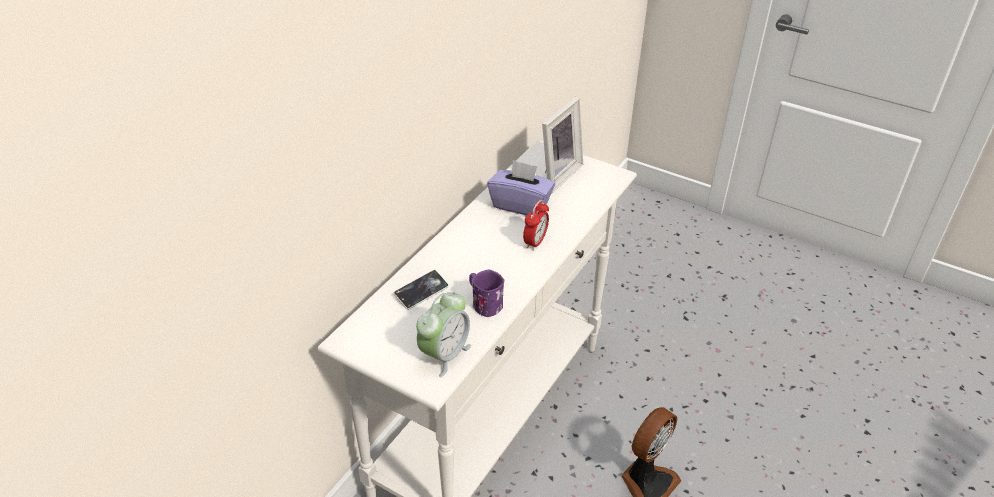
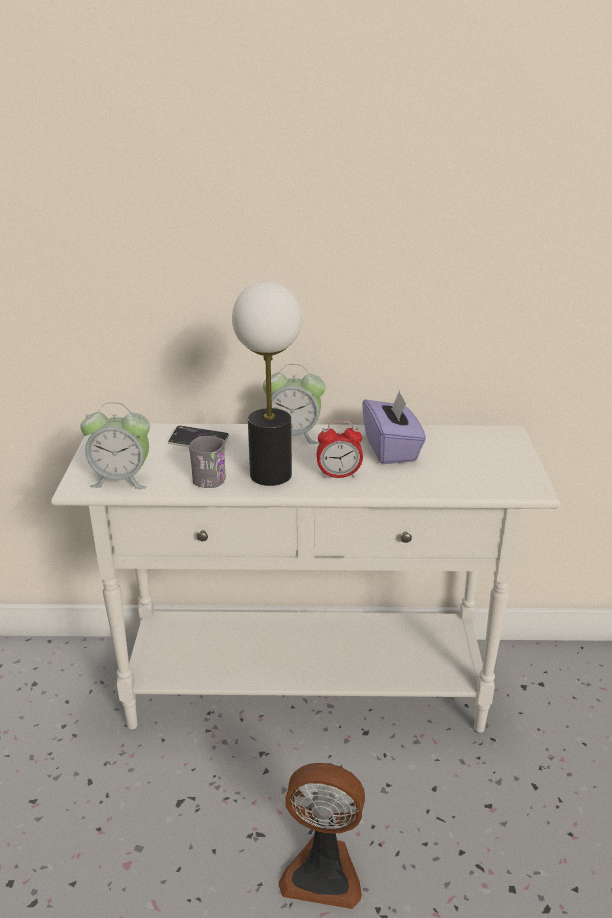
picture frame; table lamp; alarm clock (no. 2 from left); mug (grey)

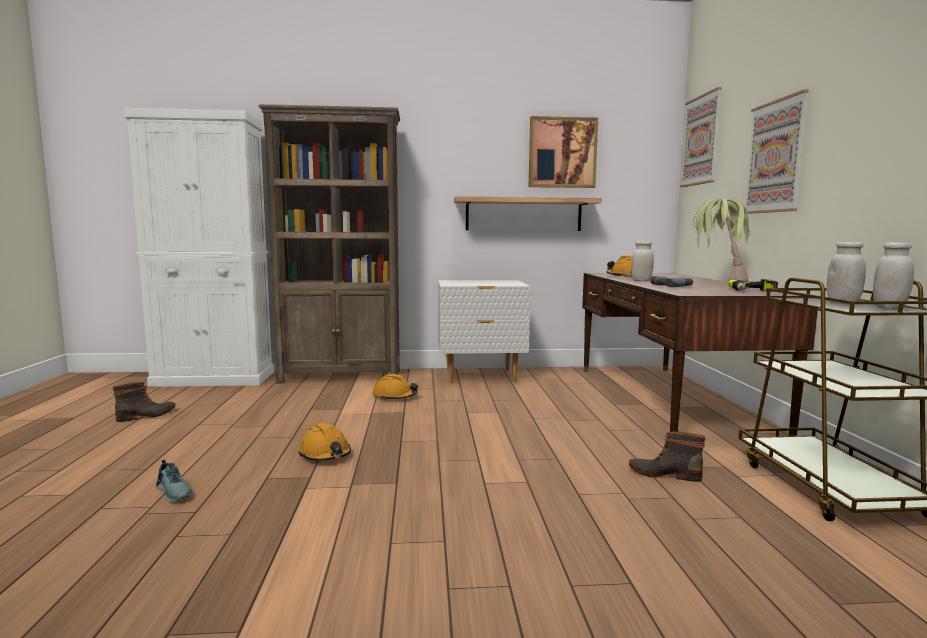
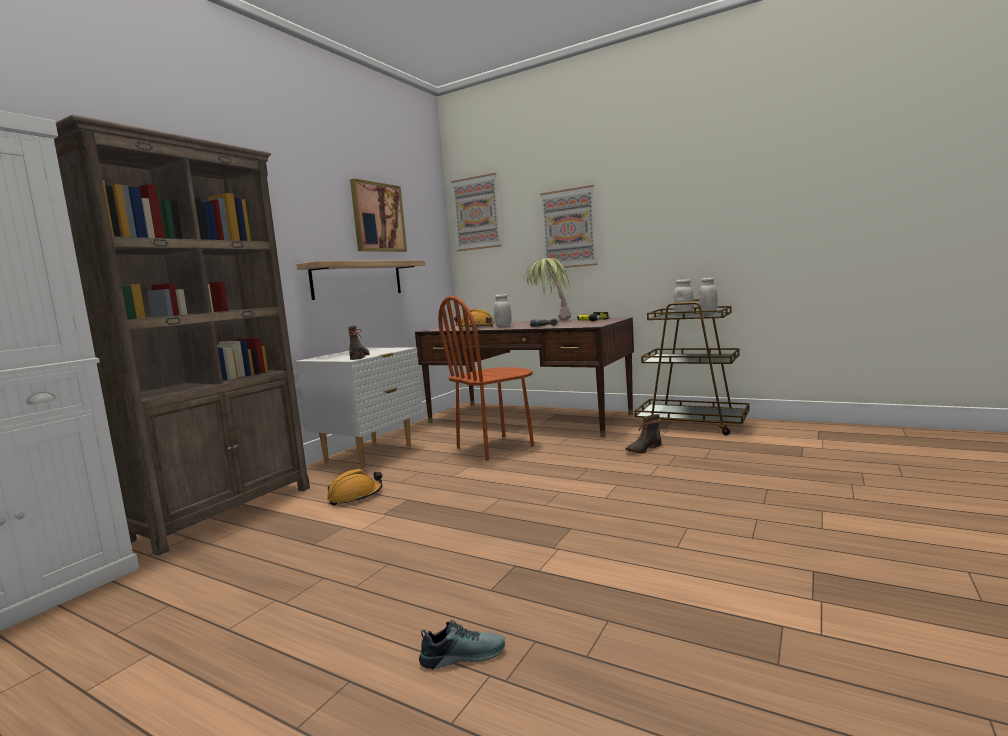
hard hat (orange) (no. 1 from left in the first image); chair (brown); boot (no. 1 from left)

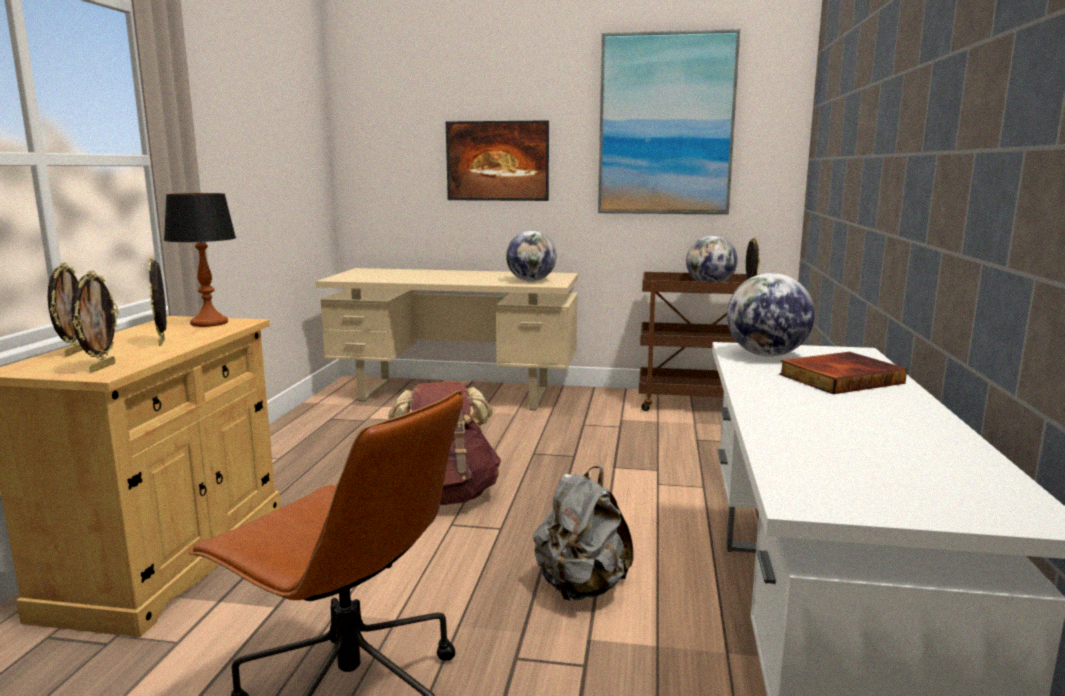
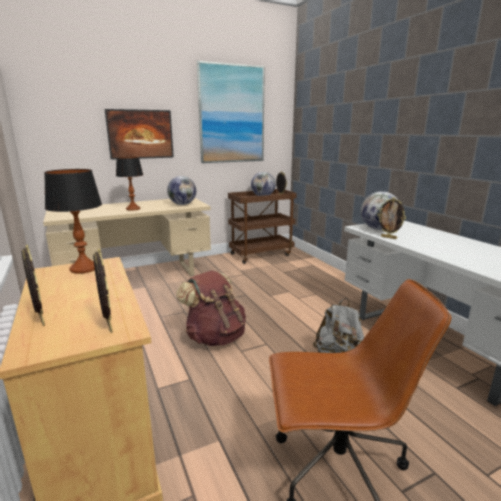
book; table lamp (no. 2 from left); picture frame (no. 4 from left)

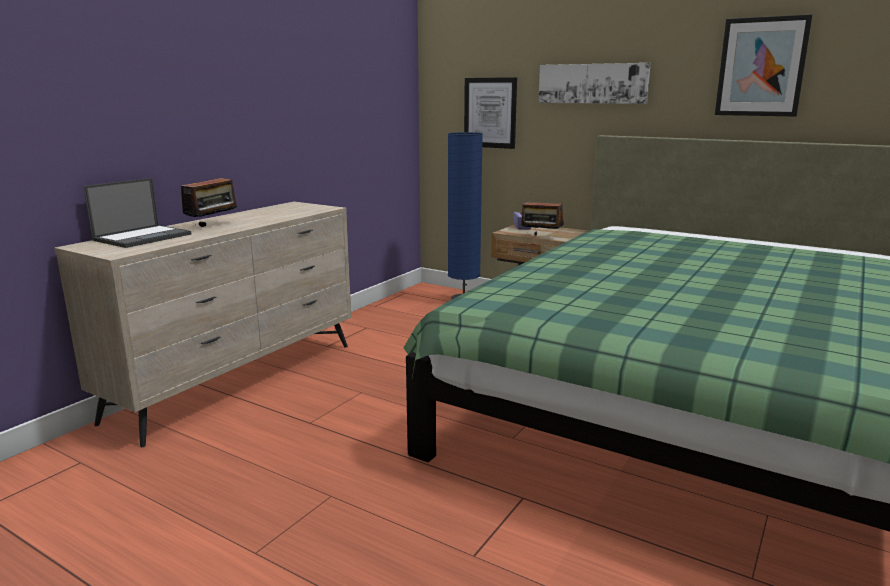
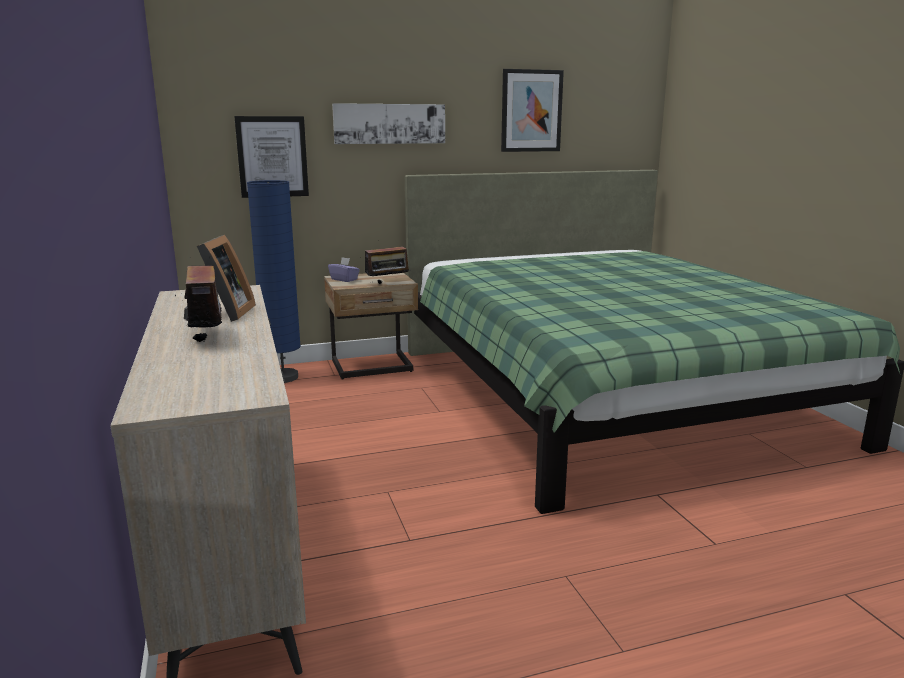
laptop; picture frame

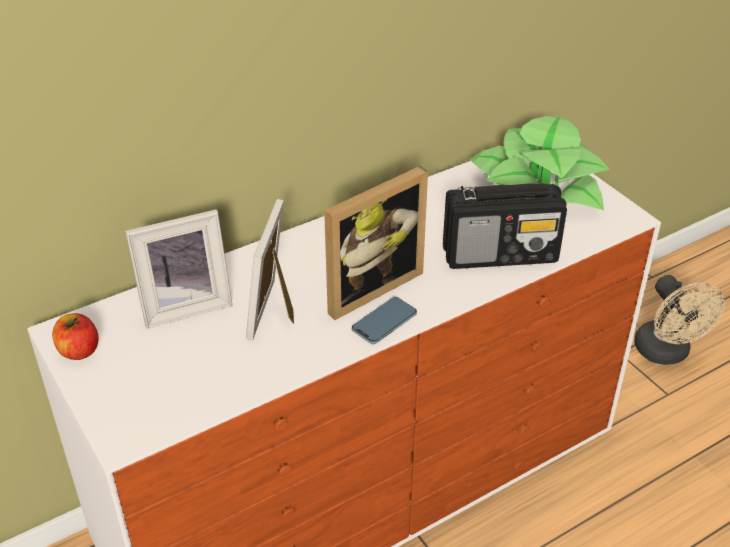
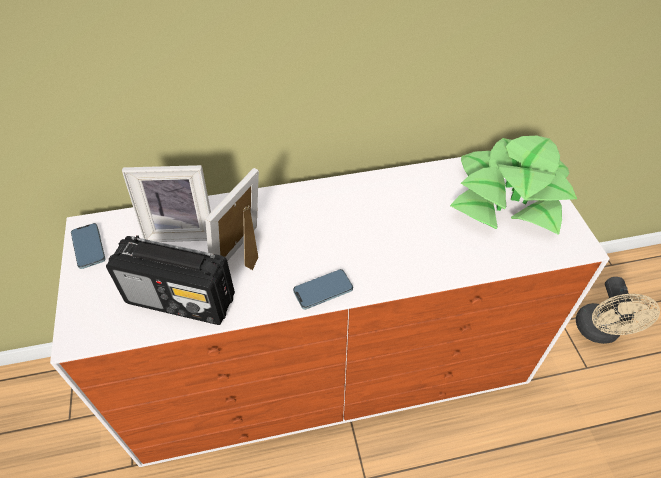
picture frame (no. 3 from left in the first image); radio; phone (no. 1 from left)

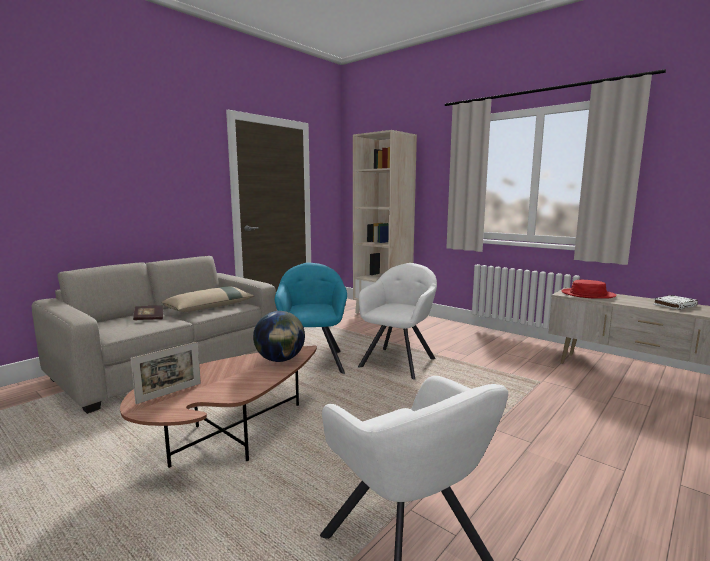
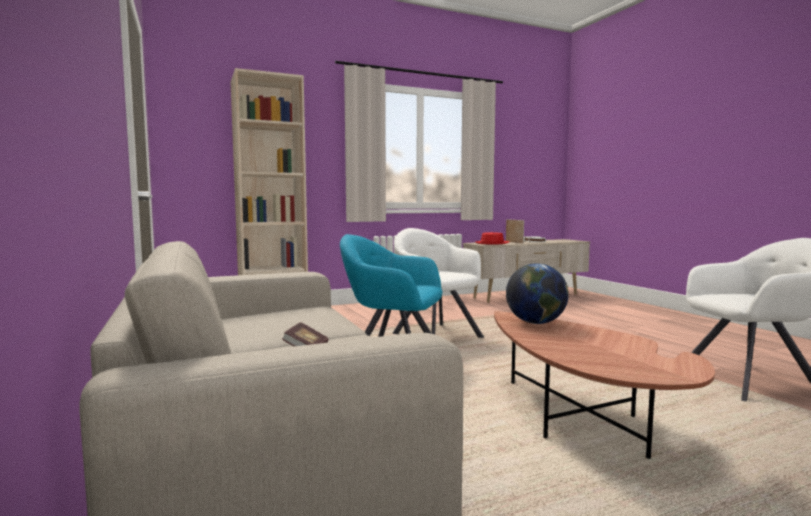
pillow (beige); picture frame

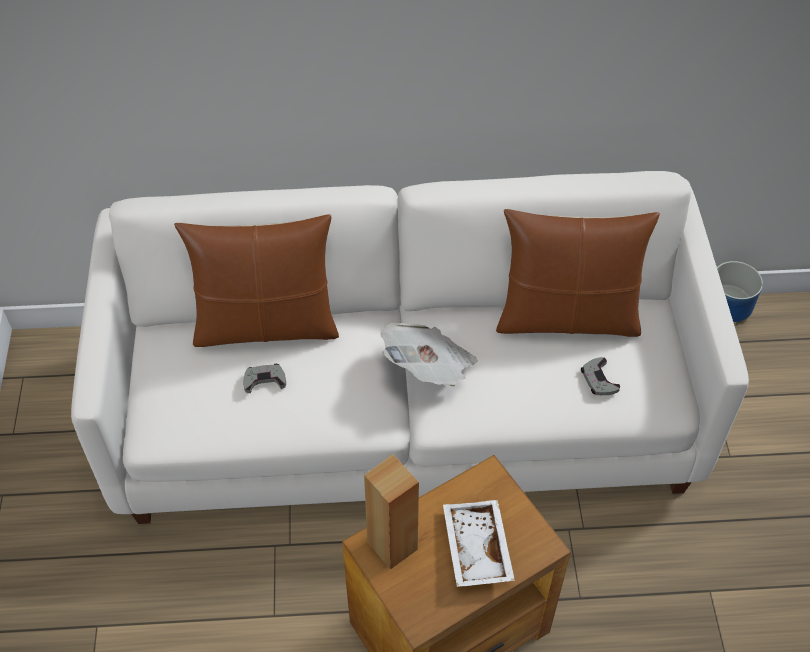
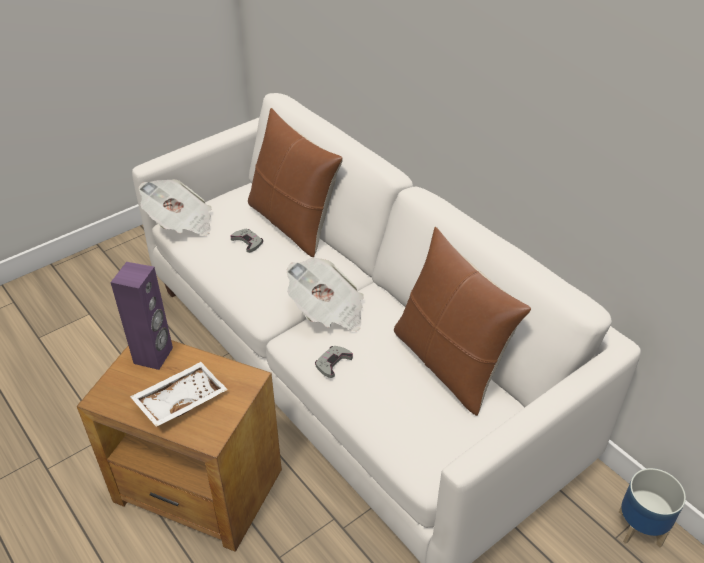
newspaper (no. 1 from left); game controller (grey) (no. 2 from left); speaker (purple)

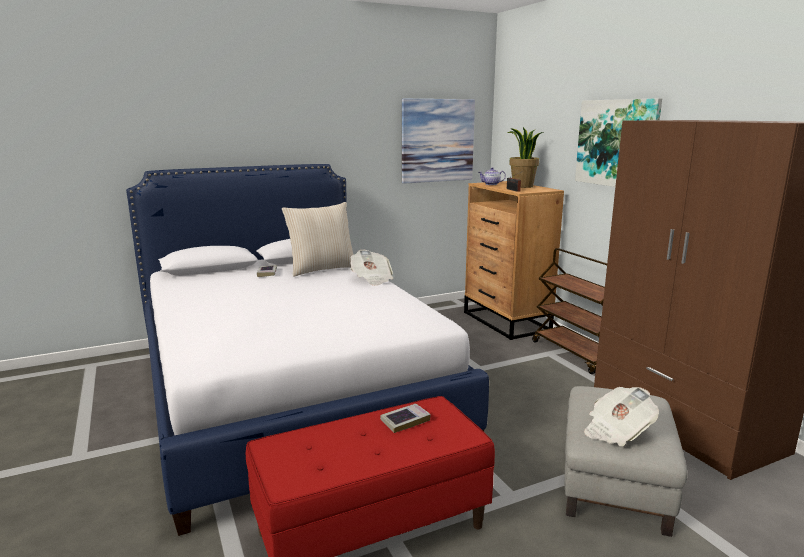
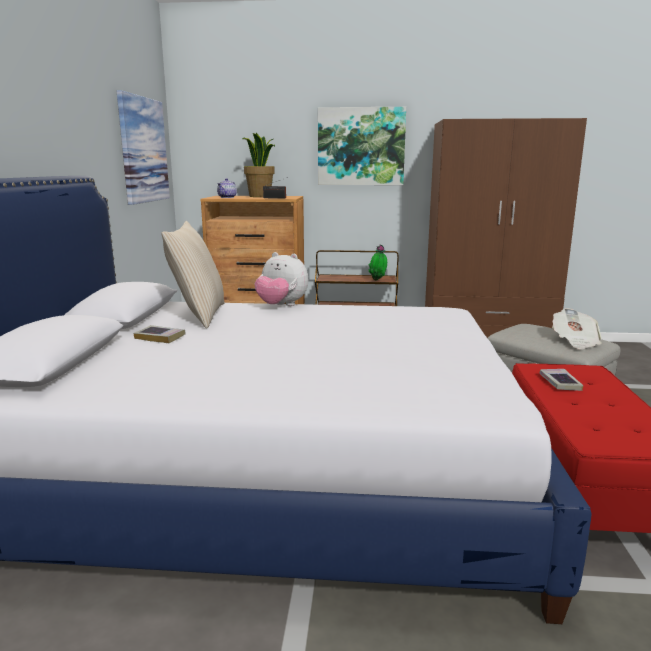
potted plant (no. 2 from left); plush toy

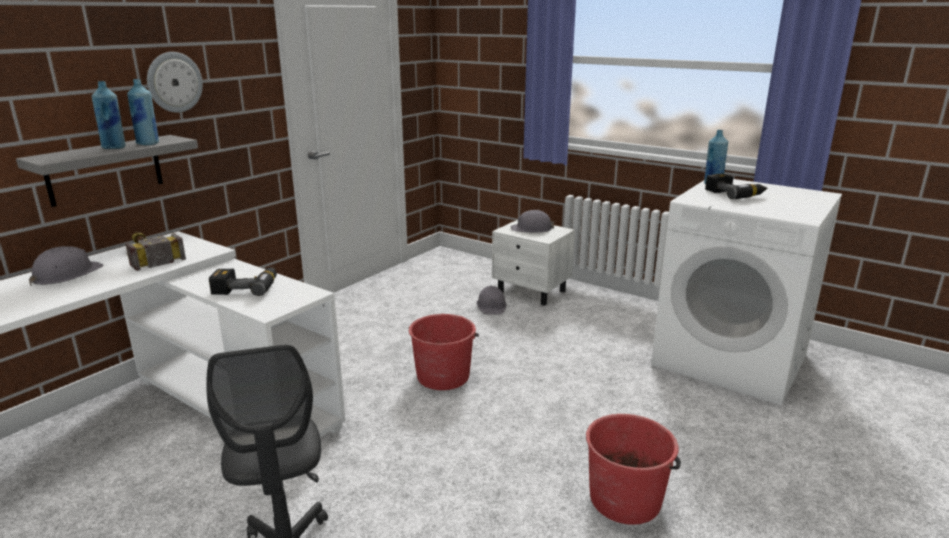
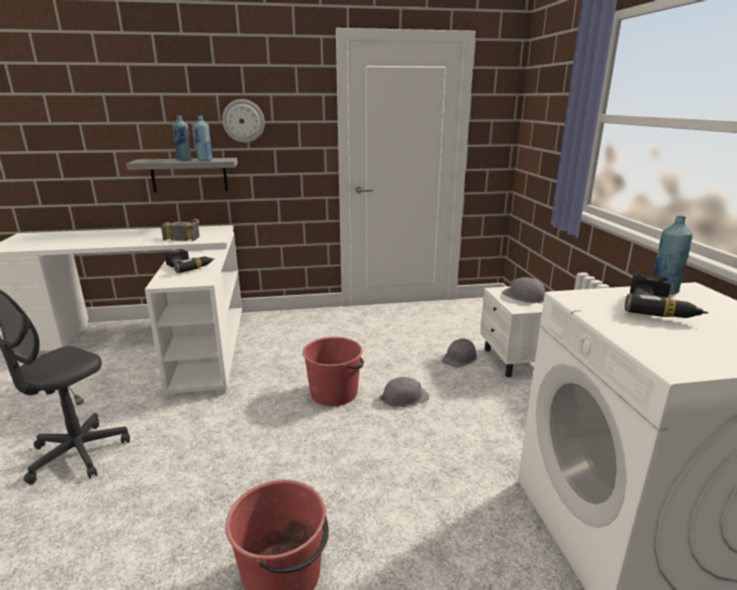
hard hat (grey) (no. 1 from left)

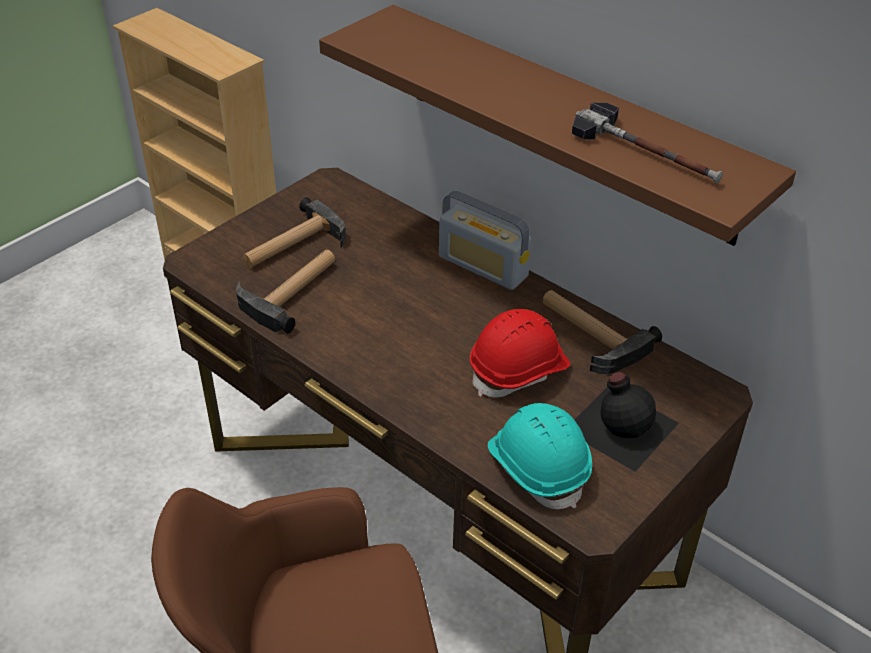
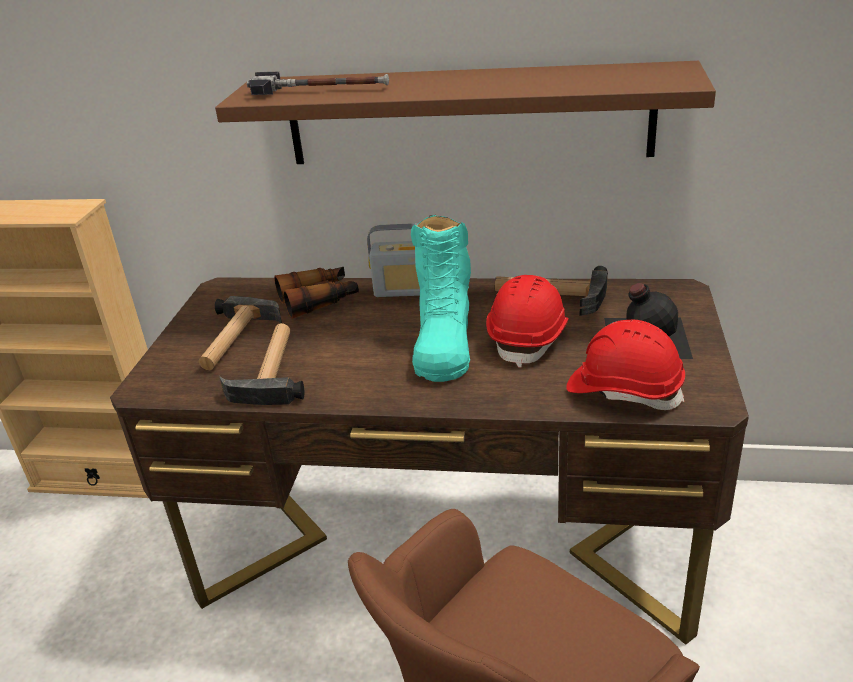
binoculars; boot (turquoise); hammer (no. 3 from left); hard hat (red) (no. 2 from left)

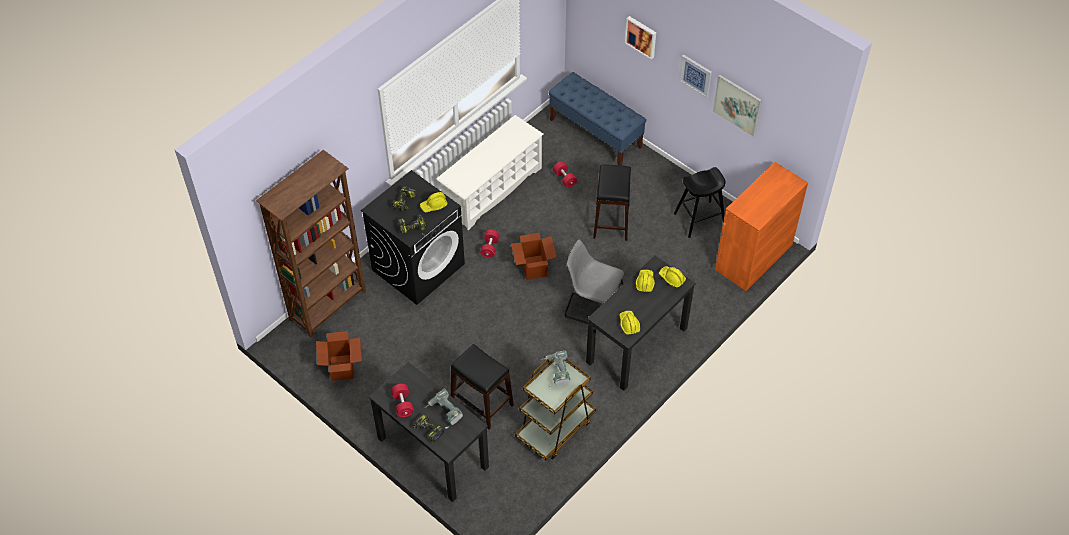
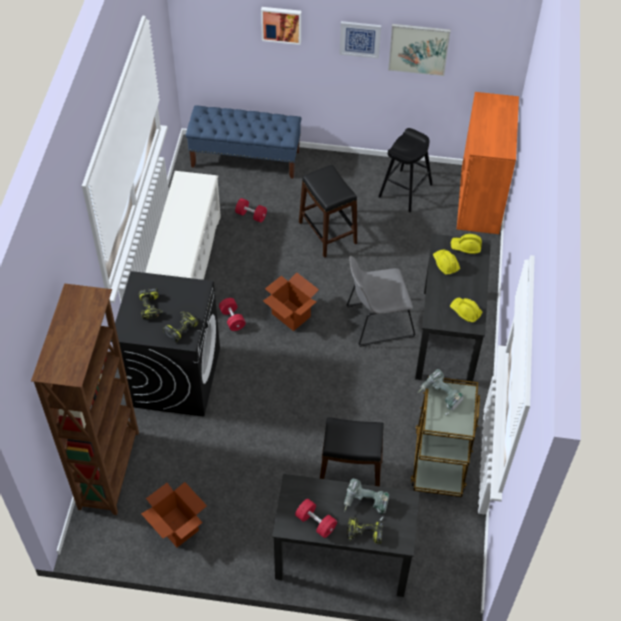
hard hat (yellow) (no. 1 from left in the first image)

